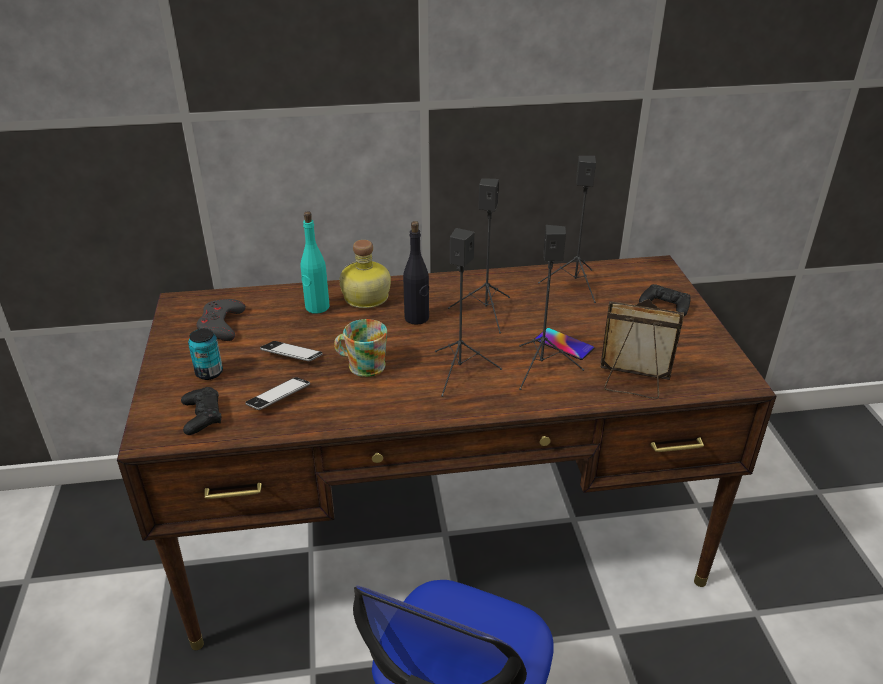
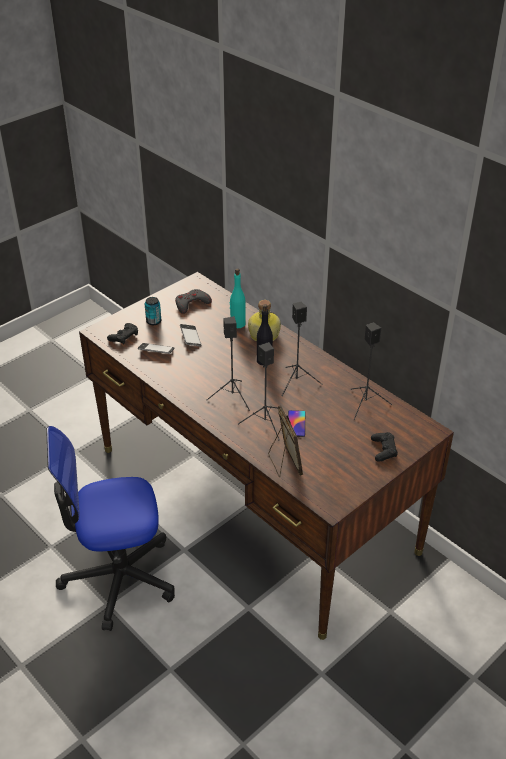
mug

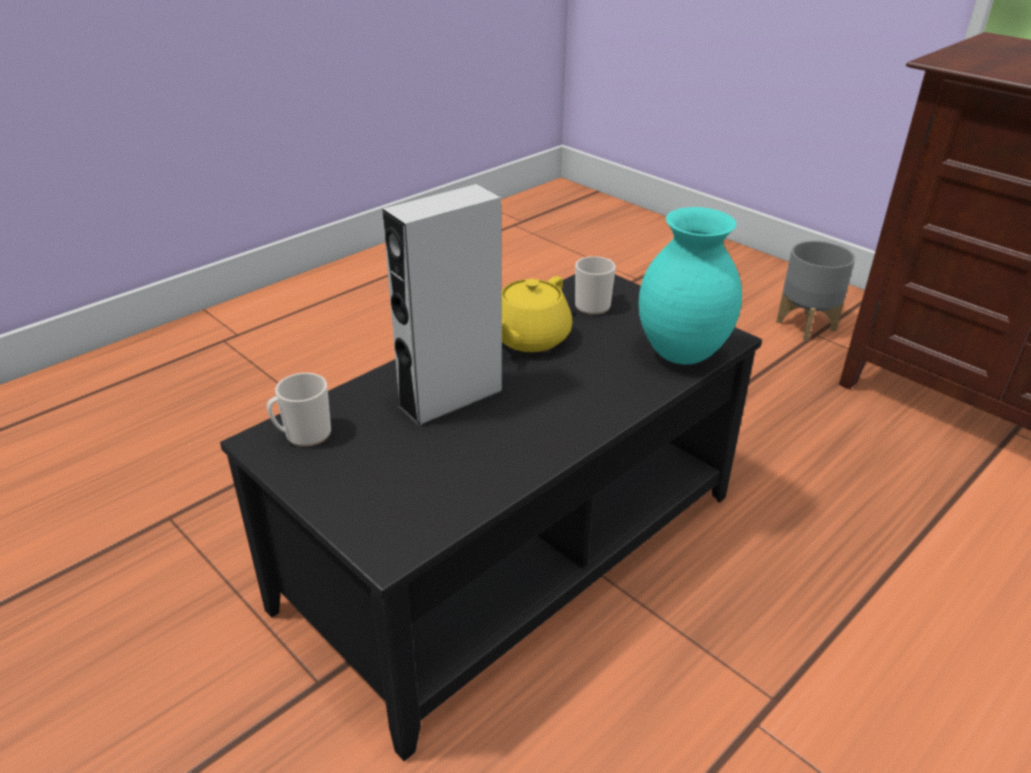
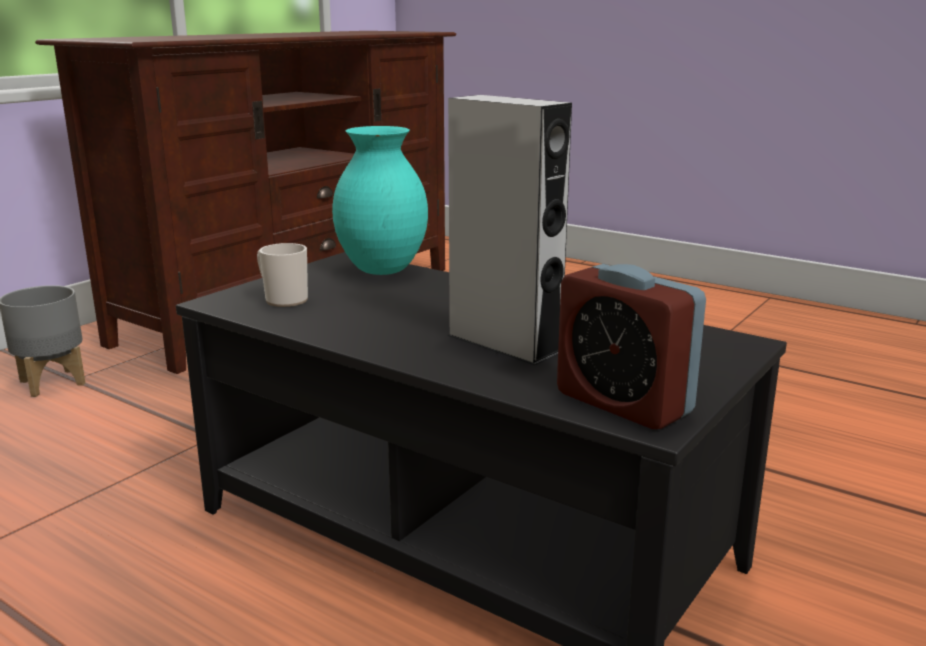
teapot (yellow); alarm clock

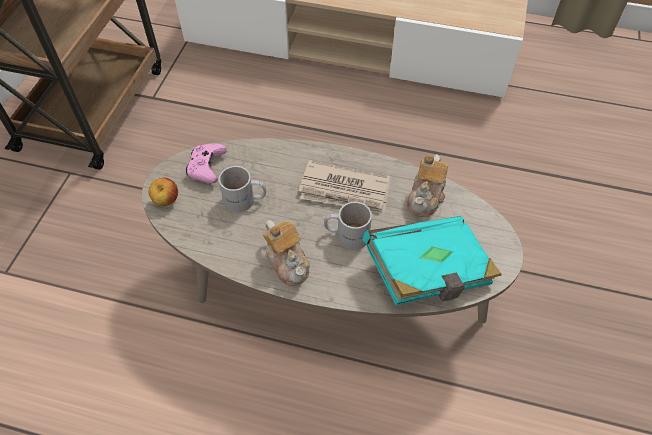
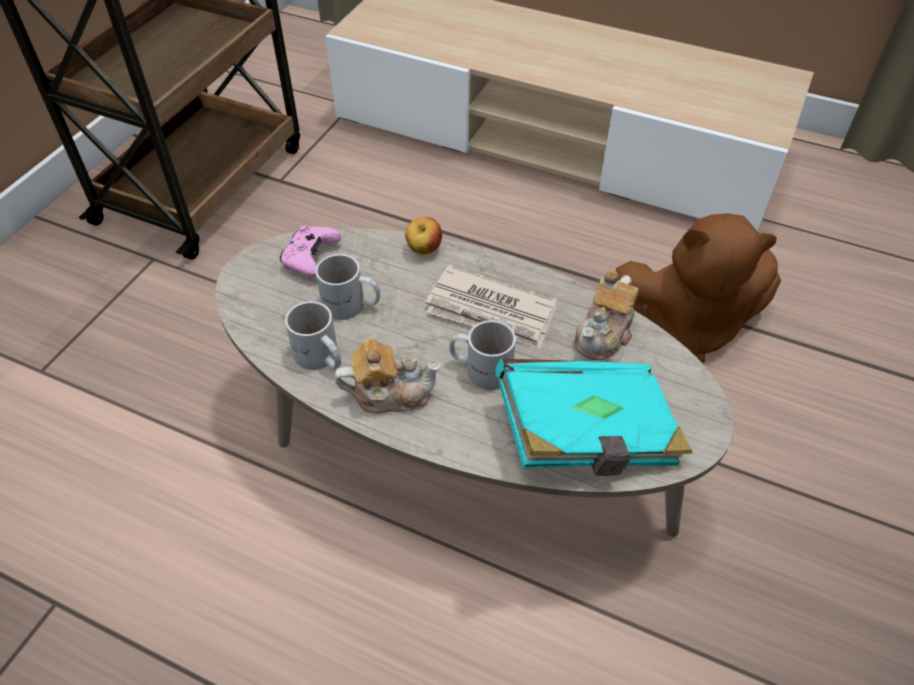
mug (white) (no. 1 from left); plush toy (brown); apple; teapot (no. 1 from left)

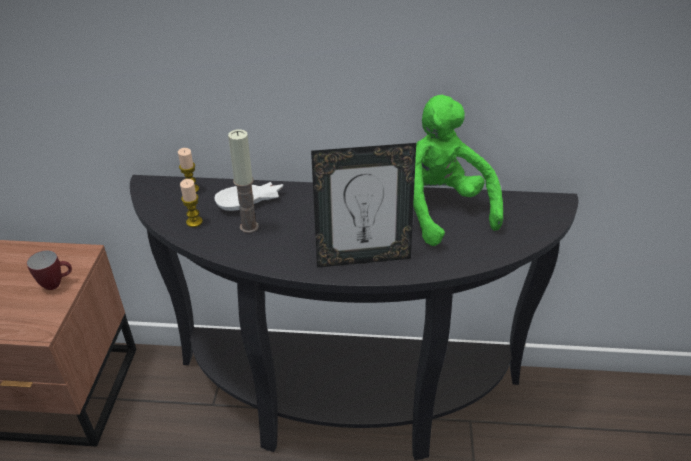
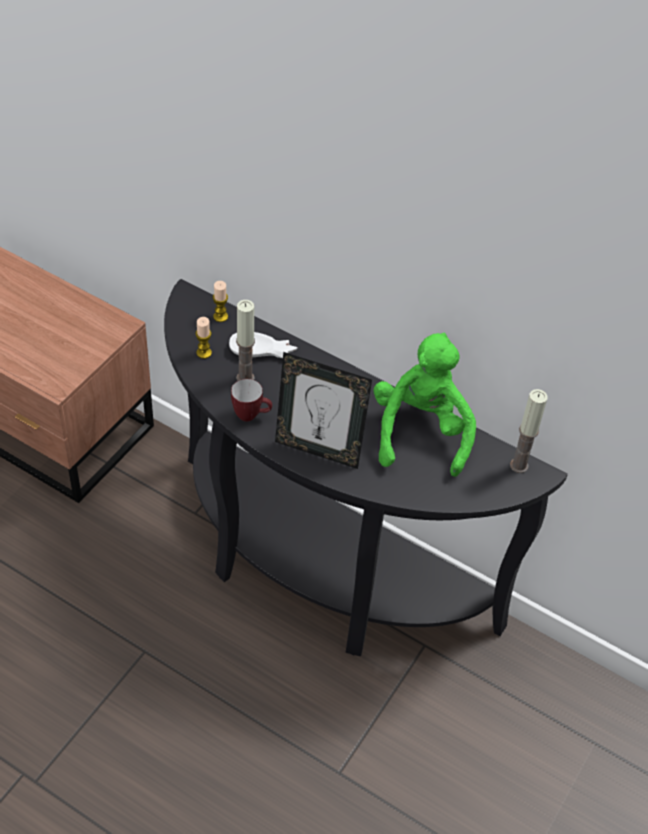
candle (no. 4 from left); mug

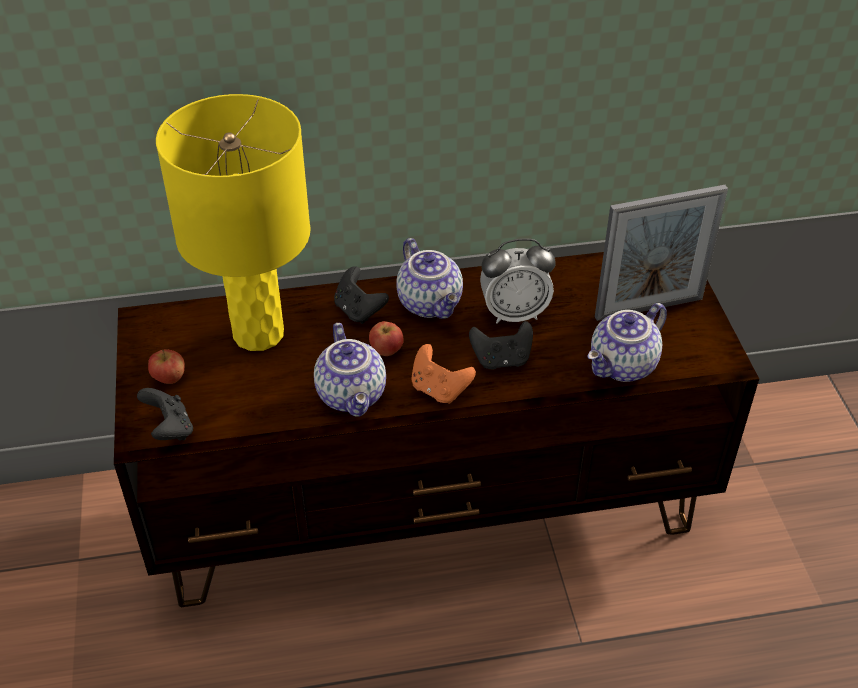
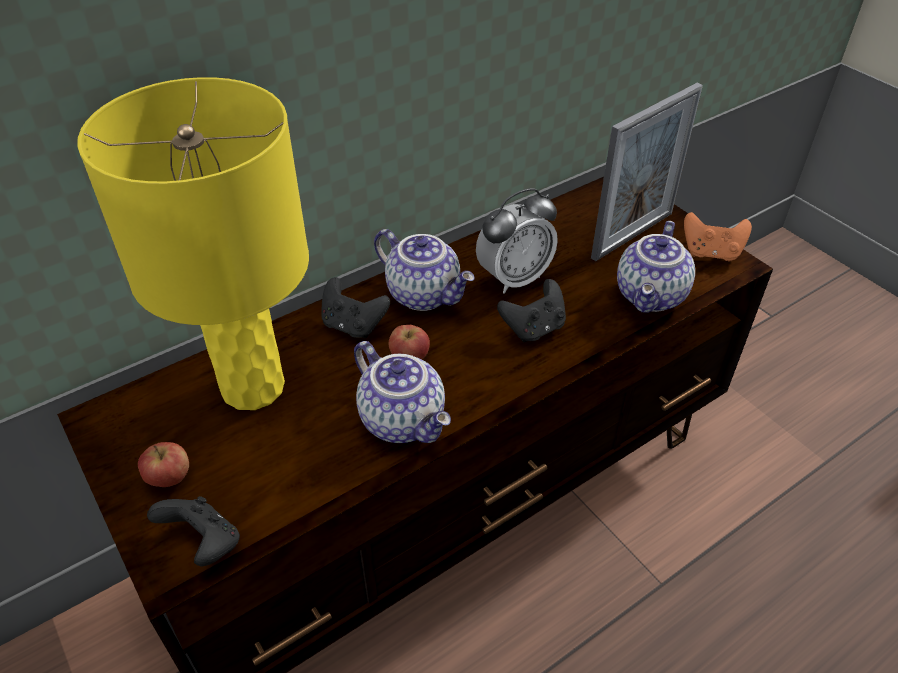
game controller (orange)

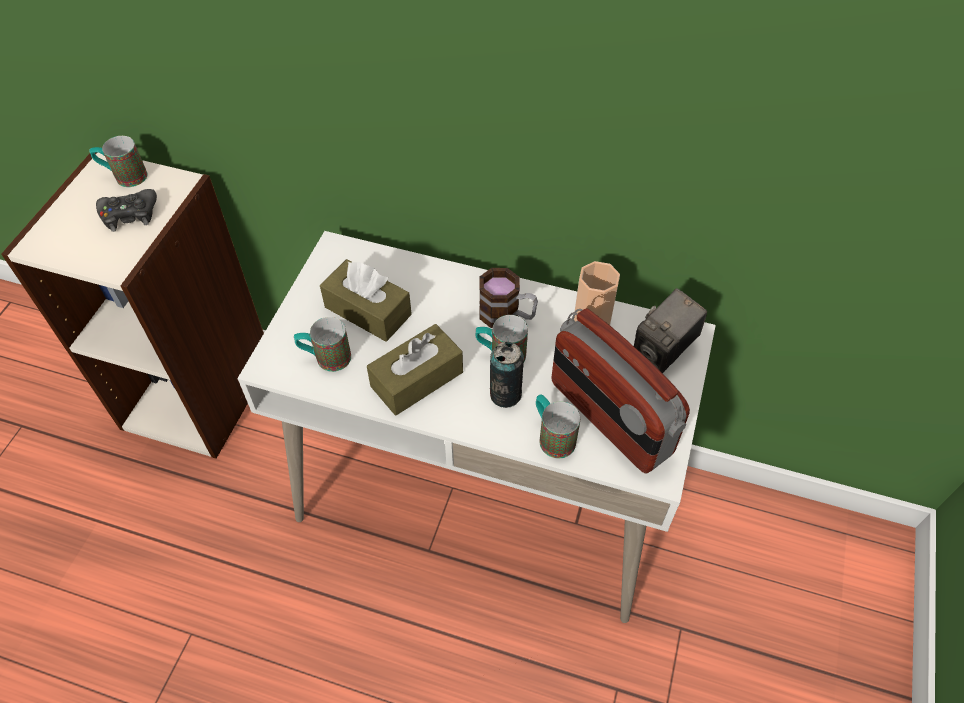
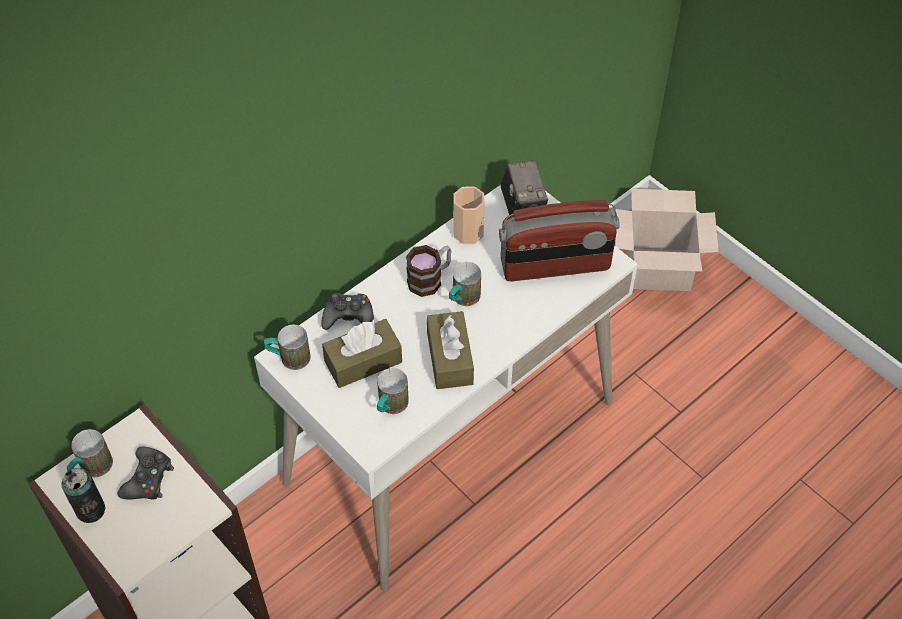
game controller (black) (no. 2 from left); cardboard box; can; mug (no. 2 from left)

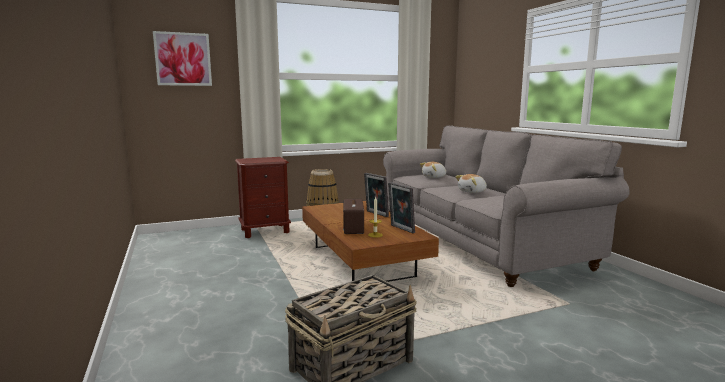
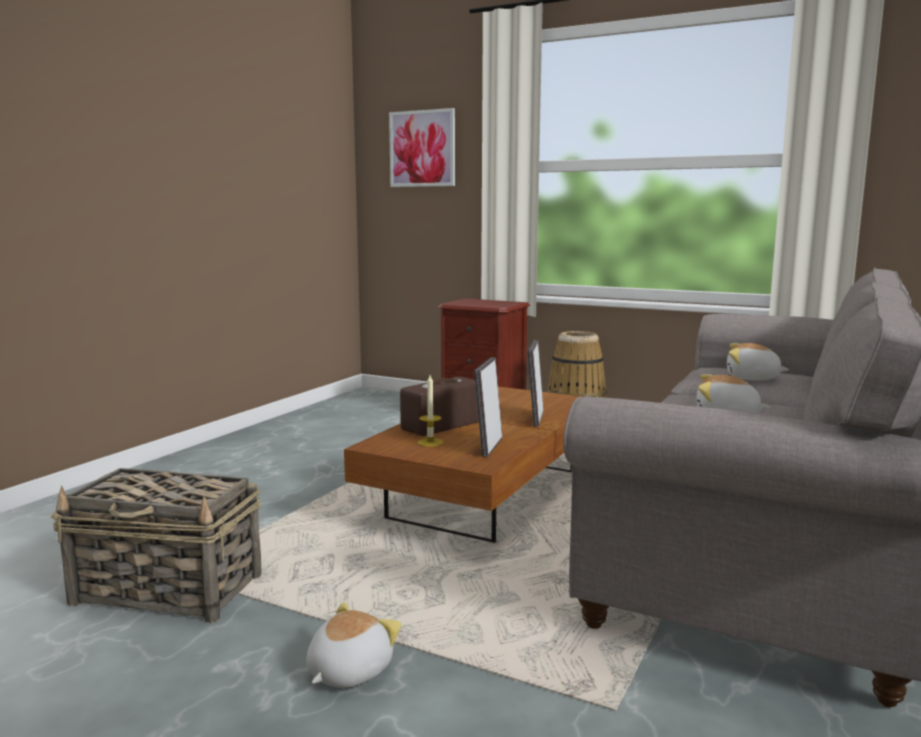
plush toy (no. 1 from left)

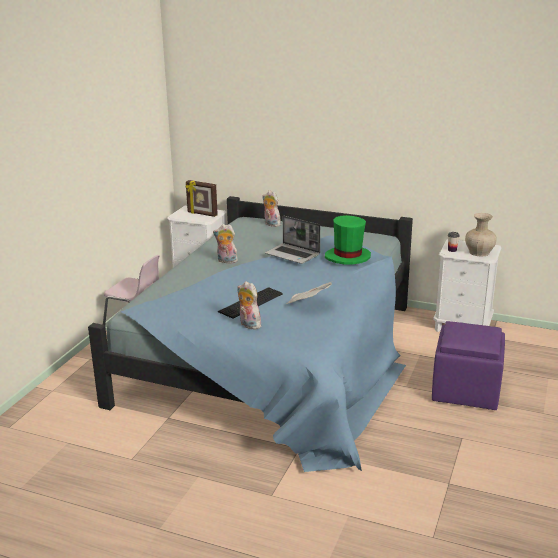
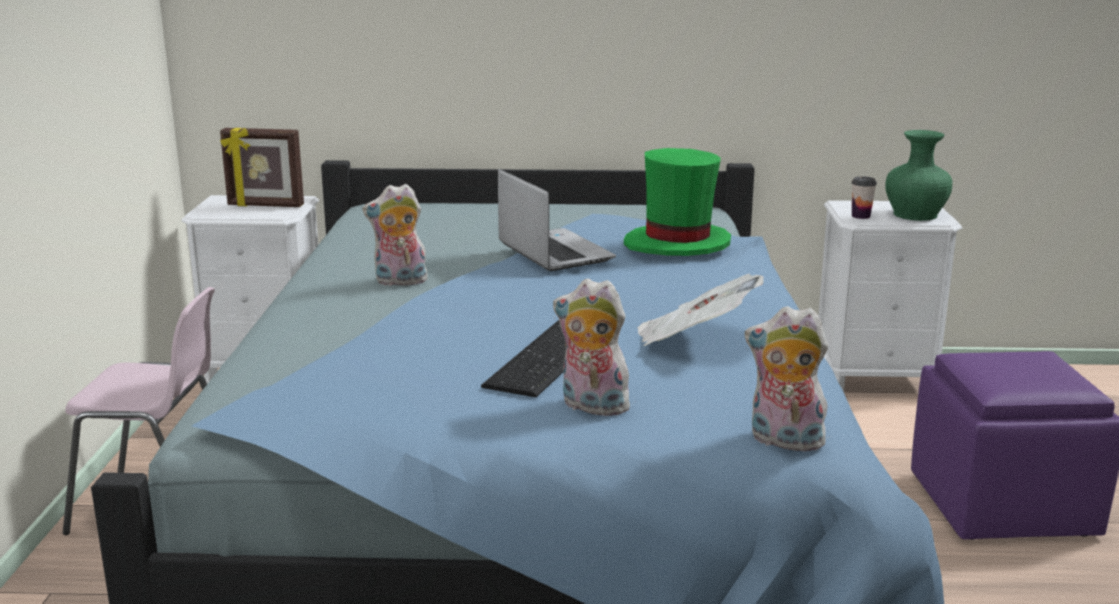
plush toy (no. 3 from left); vase (green); laptop

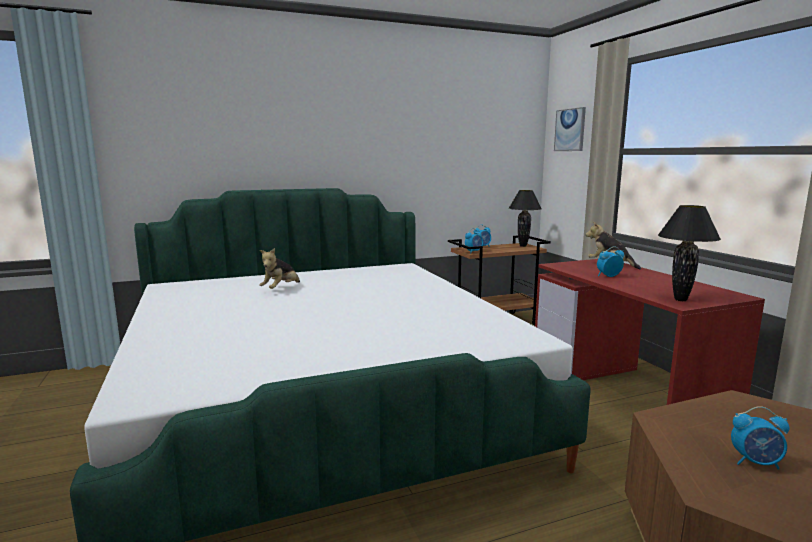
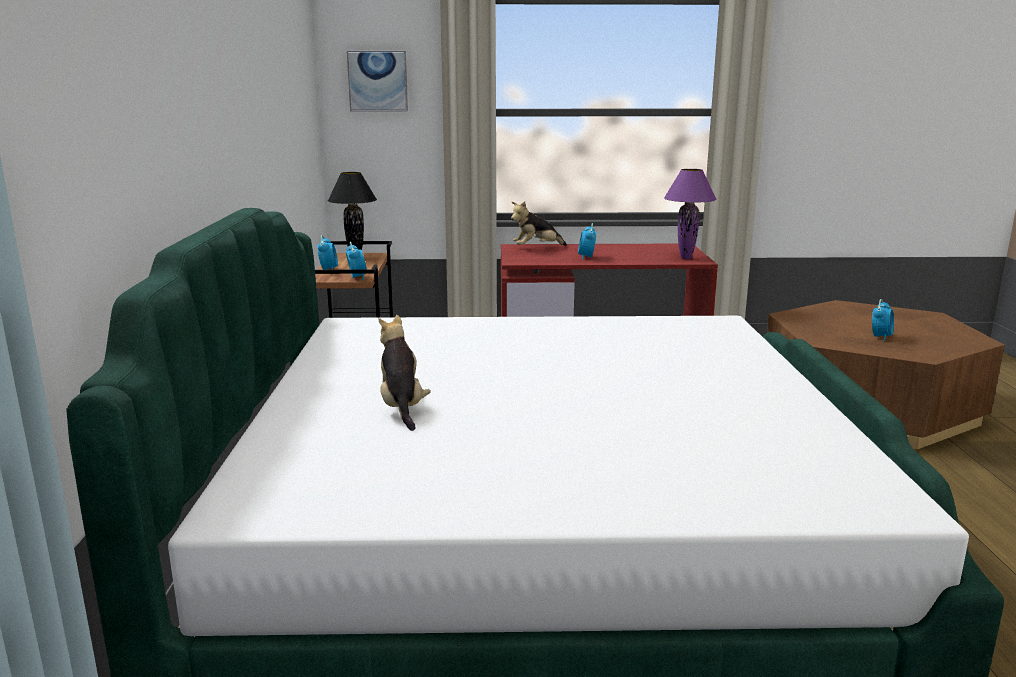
table lamp (purple); plush toy (no. 1 from left)

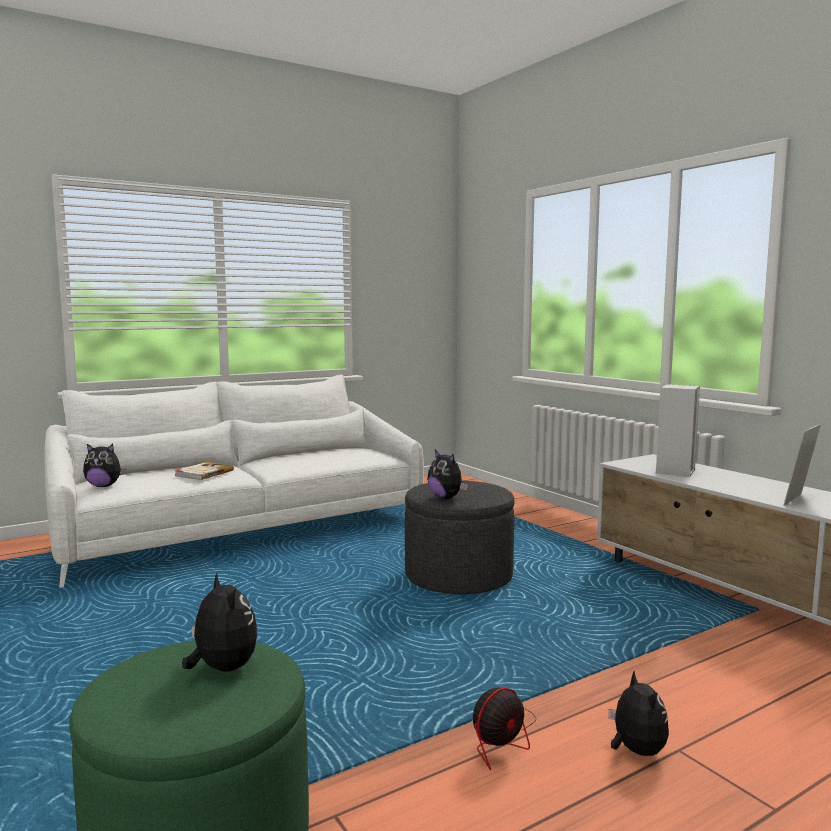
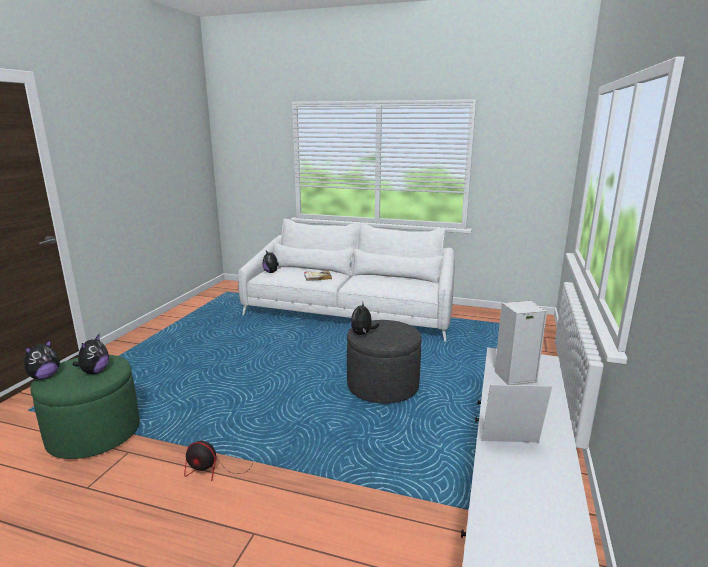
plush toy (no. 1 from left)

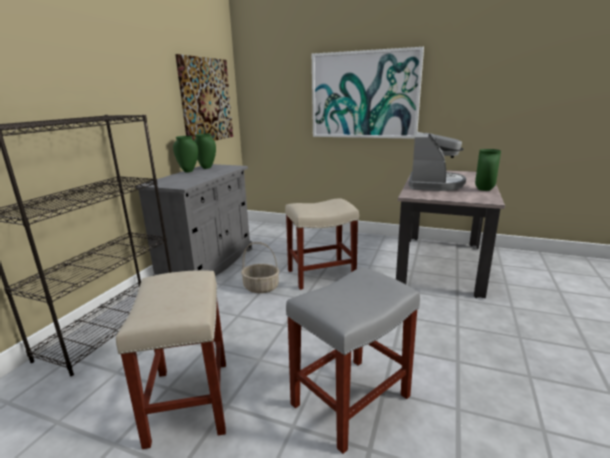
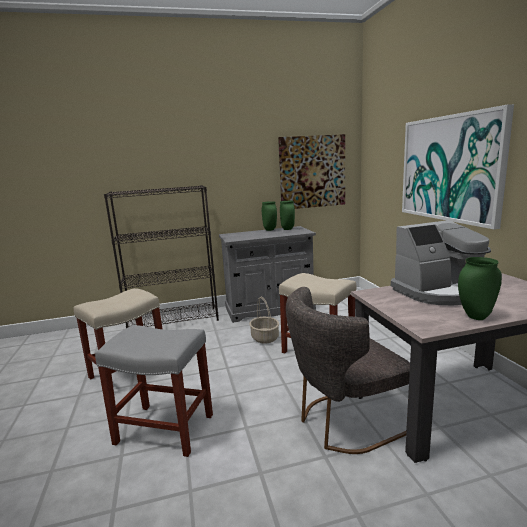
chair (grey)

